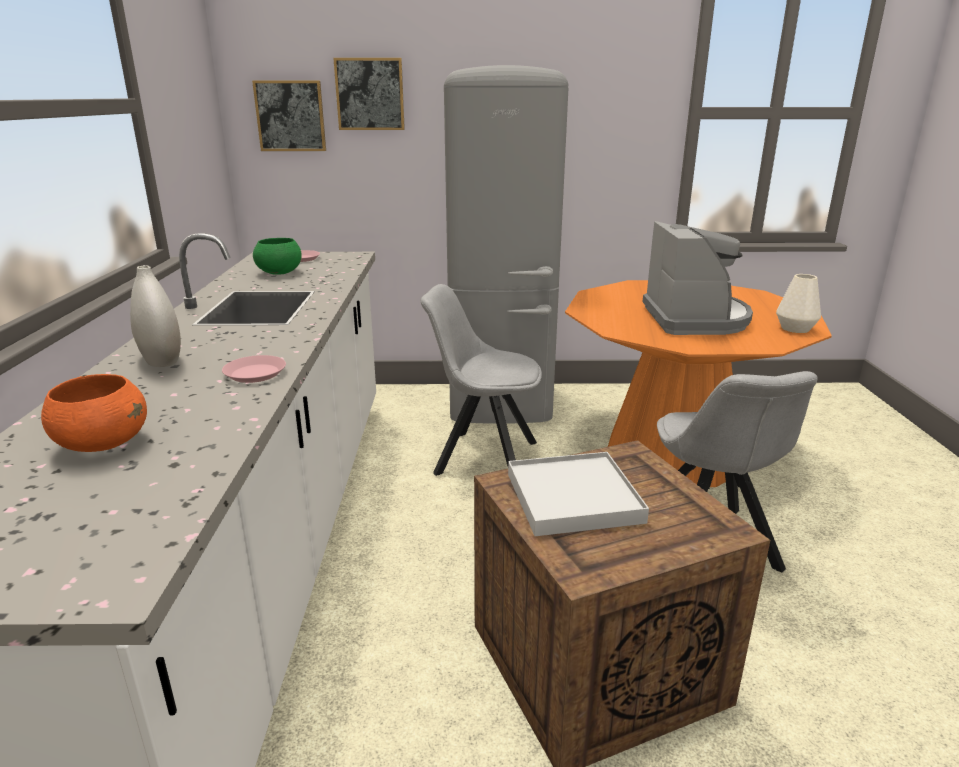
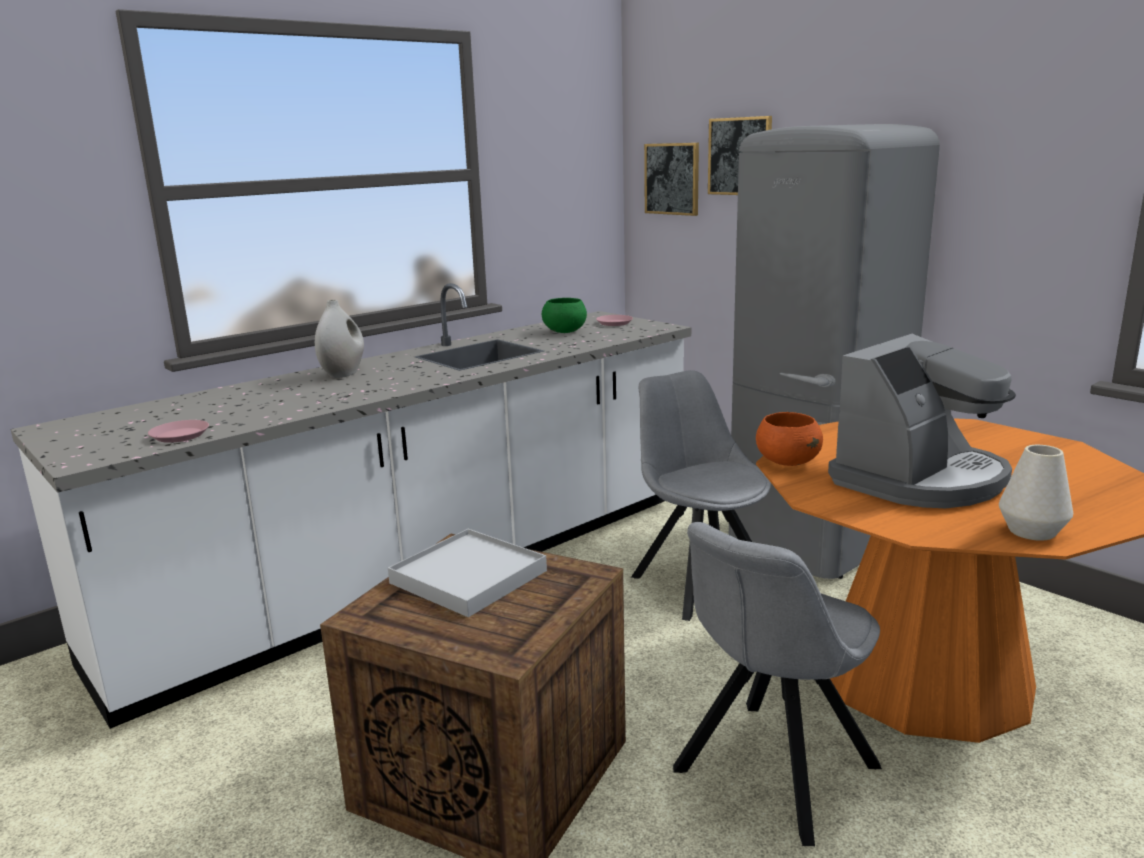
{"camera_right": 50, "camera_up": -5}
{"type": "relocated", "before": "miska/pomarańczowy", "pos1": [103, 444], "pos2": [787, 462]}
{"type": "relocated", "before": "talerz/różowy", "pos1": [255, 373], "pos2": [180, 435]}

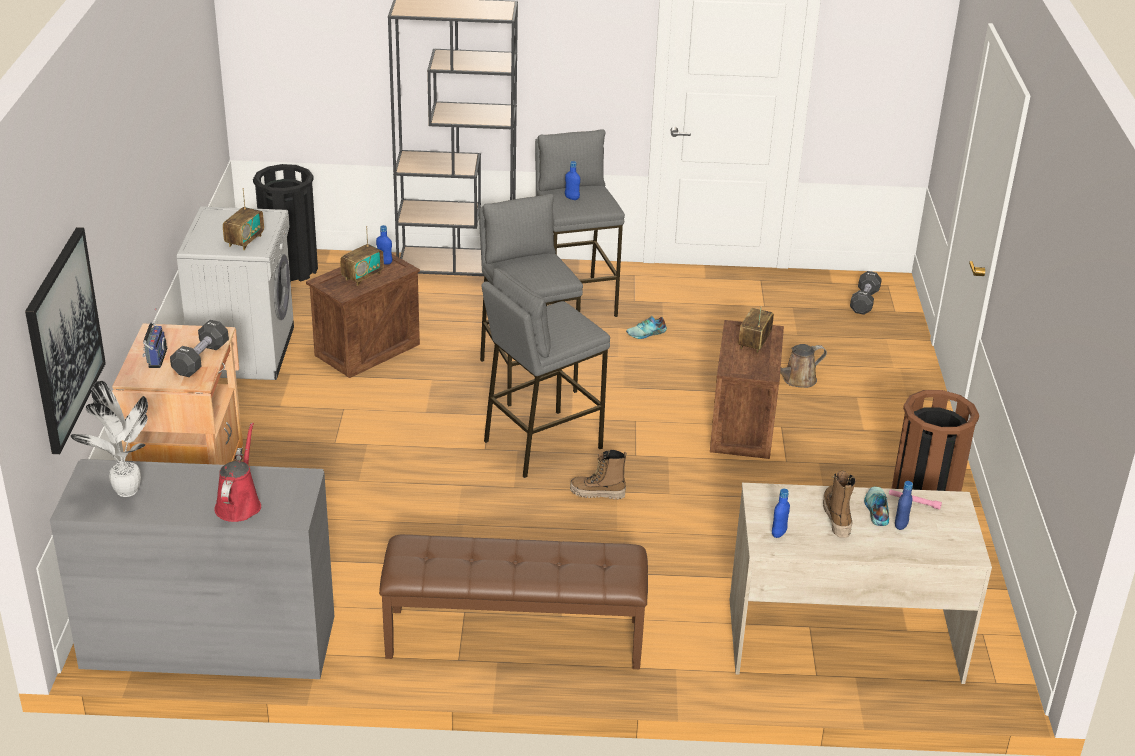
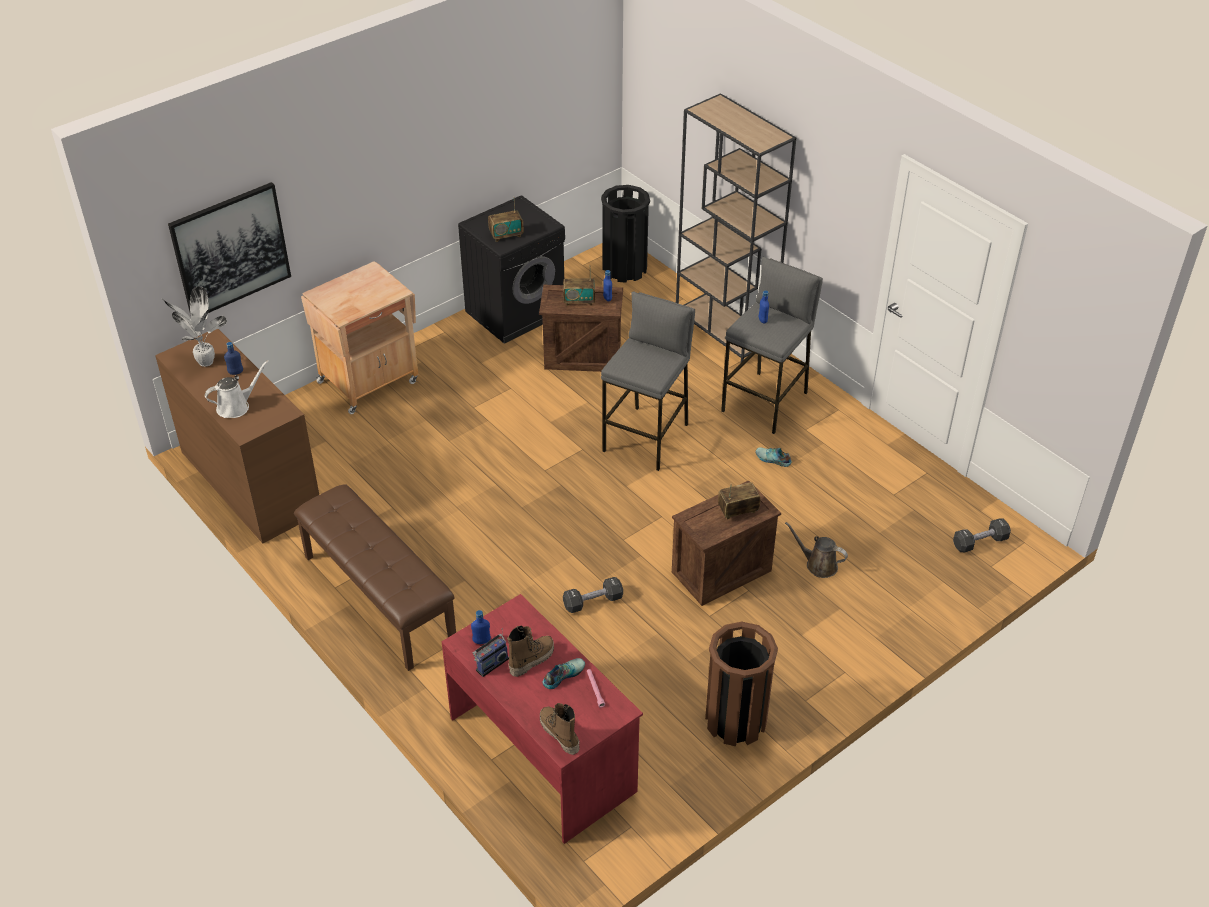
{"camera_right": 50, "camera_up": 10}
{"type": "colour", "before": "szafka/szary", "after": "szafka/brązowy", "pos1": [209, 639], "pos2": [251, 480]}
{"type": "relocated", "before": "radio", "pos1": [155, 358], "pos2": [491, 663]}
{"type": "relocated", "before": "hantel/czarny", "pos1": [201, 359], "pos2": [593, 602]}
{"type": "colour", "before": "pralka/biały", "after": "pralka/czarny", "pos1": [247, 351], "pos2": [516, 313]}
{"type": "colour", "before": "konewka/czerwony", "after": "konewka/biały", "pos1": [239, 504], "pos2": [236, 406]}
{"type": "missing", "before": "stołek/szary", "pos1": [541, 444]}
{"type": "relocated", "before": "but z cholewką", "pos1": [597, 493], "pos2": [559, 734]}
{"type": "colour", "before": "biurko/beżowy", "after": "biurko/czerwony", "pos1": [843, 639], "pos2": [543, 753]}
{"type": "relocated", "before": "butelka/niebieski", "pos1": [901, 525], "pos2": [236, 372]}

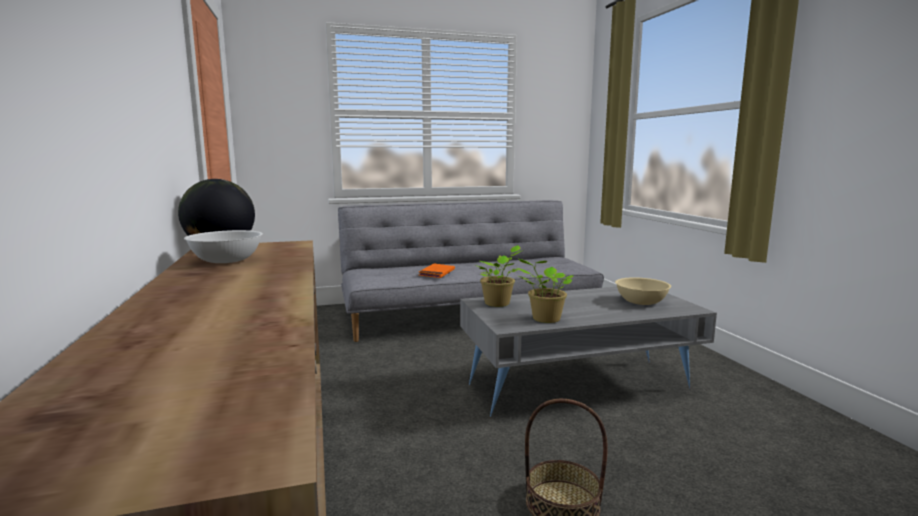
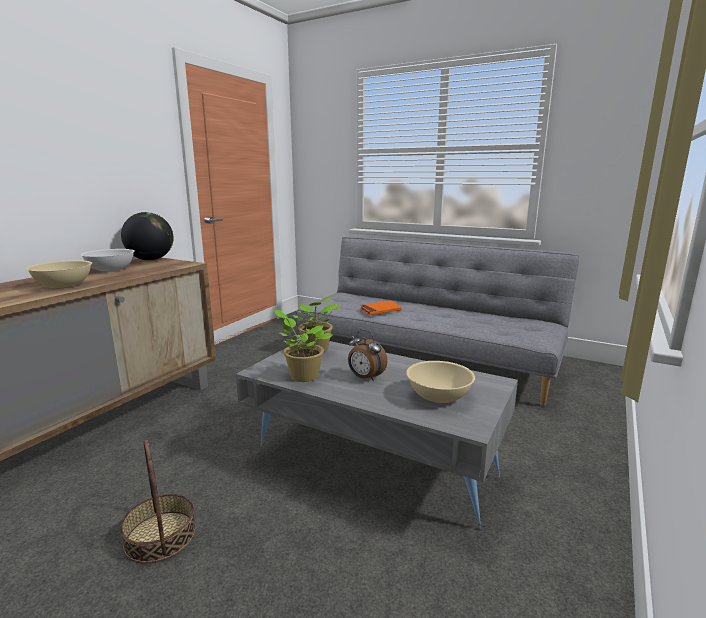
{"camera_right": 45, "camera_up": 5}
{"type": "appeared", "after": "miska/beżowy", "pos2": [63, 285]}
{"type": "appeared", "after": "budzik", "pos2": [365, 378]}

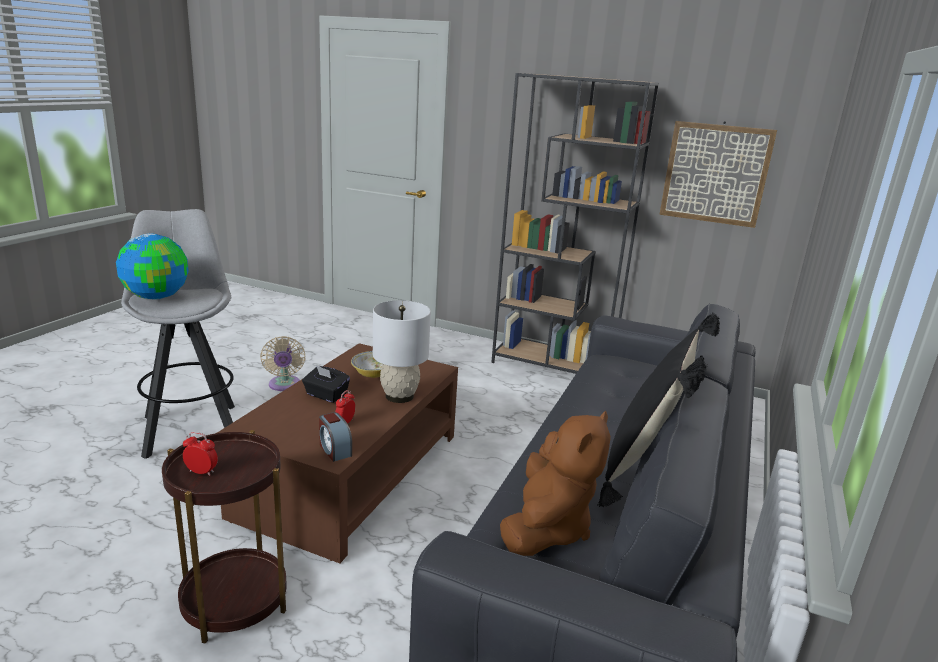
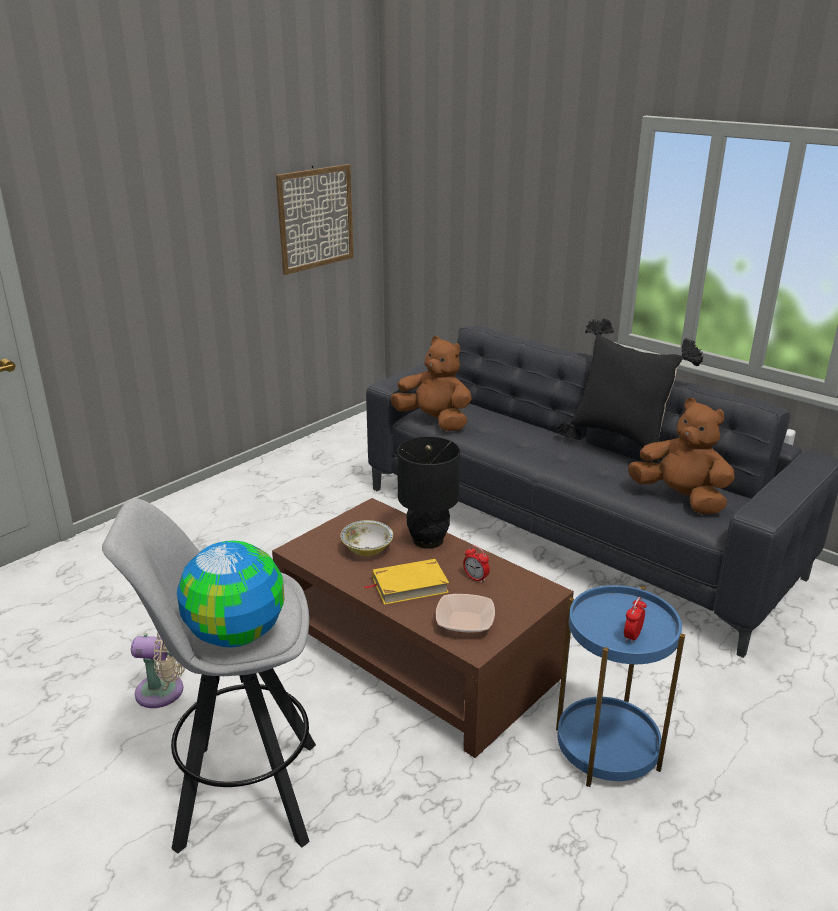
{"camera_right": -70, "camera_up": 5}
{"type": "colour", "before": "stolik/brązowy", "after": "stolik/niebieski", "pos1": [234, 601], "pos2": [607, 749]}
{"type": "exchanged", "before": "pudełko chusteczek/czarny", "after": "książka/żółty", "pos1": [326, 395], "pos2": [409, 585]}
{"type": "missing", "before": "budzik", "pos1": [334, 450]}
{"type": "colour", "before": "lampa stołowa/biały", "after": "lampa stołowa/czarny", "pos1": [399, 396], "pos2": [428, 540]}
{"type": "missing", "before": "regał", "pos1": [553, 365]}
{"type": "appeared", "after": "pluszak/brązowy", "pos2": [434, 421]}
{"type": "appeared", "after": "miska", "pos2": [465, 622]}

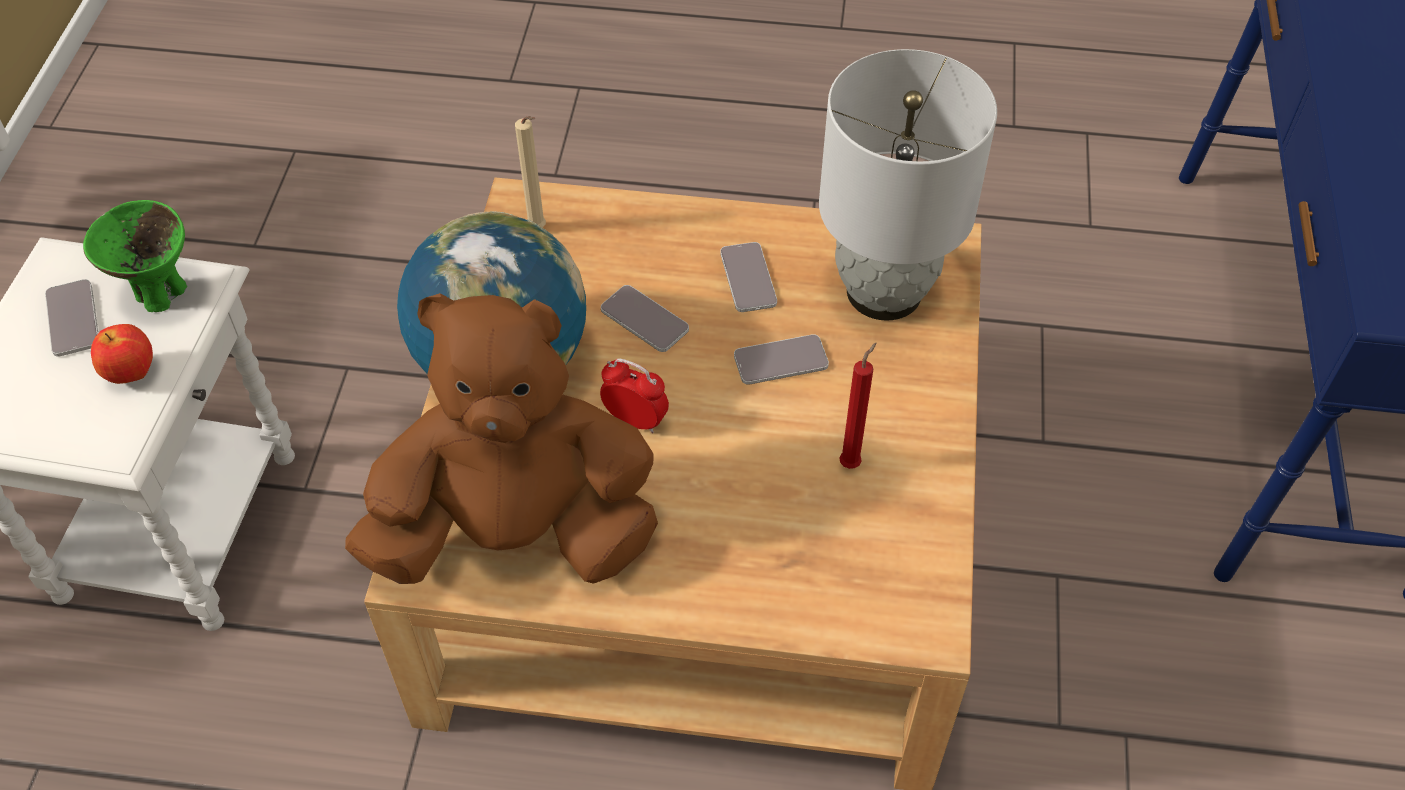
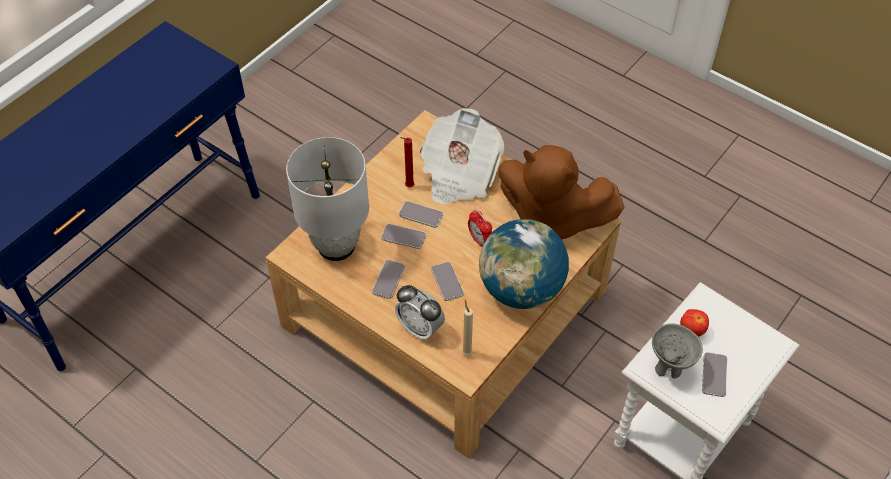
{"camera_right": -150, "camera_up": 0}
{"type": "colour", "before": "miska/zielony", "after": "miska/szary", "pos1": [161, 295], "pos2": [668, 369]}
{"type": "appeared", "after": "budzik", "pos2": [420, 328]}
{"type": "appeared", "after": "telefon", "pos2": [421, 215]}
{"type": "appeared", "after": "gazeta", "pos2": [459, 174]}

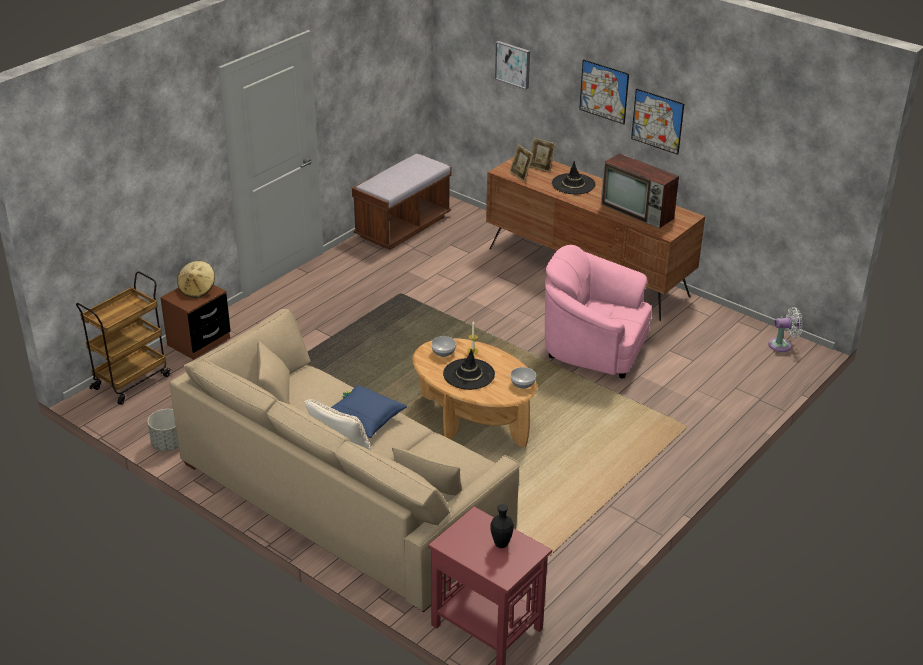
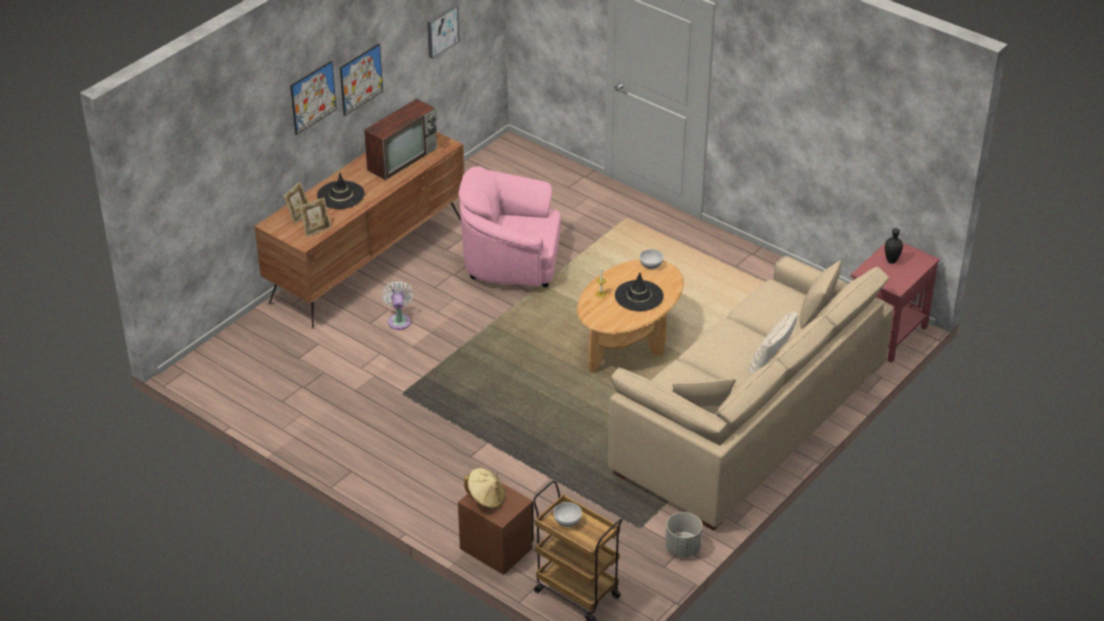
{"camera_right": -90, "camera_up": 5}
{"type": "missing", "before": "poduszka/niebieski", "pos1": [364, 420]}
{"type": "missing", "before": "ławka/brązowy", "pos1": [403, 227]}
{"type": "relocated", "before": "miska", "pos1": [443, 353], "pos2": [568, 521]}
{"type": "relocated", "before": "obraz", "pos1": [513, 64], "pos2": [441, 30]}
{"type": "spun", "before": "fotel/różowy", "pos1": [593, 350], "pos2": [511, 264], "turn": 75}
{"type": "relocated", "before": "wentylator/biały", "pos1": [782, 345], "pos2": [399, 320]}

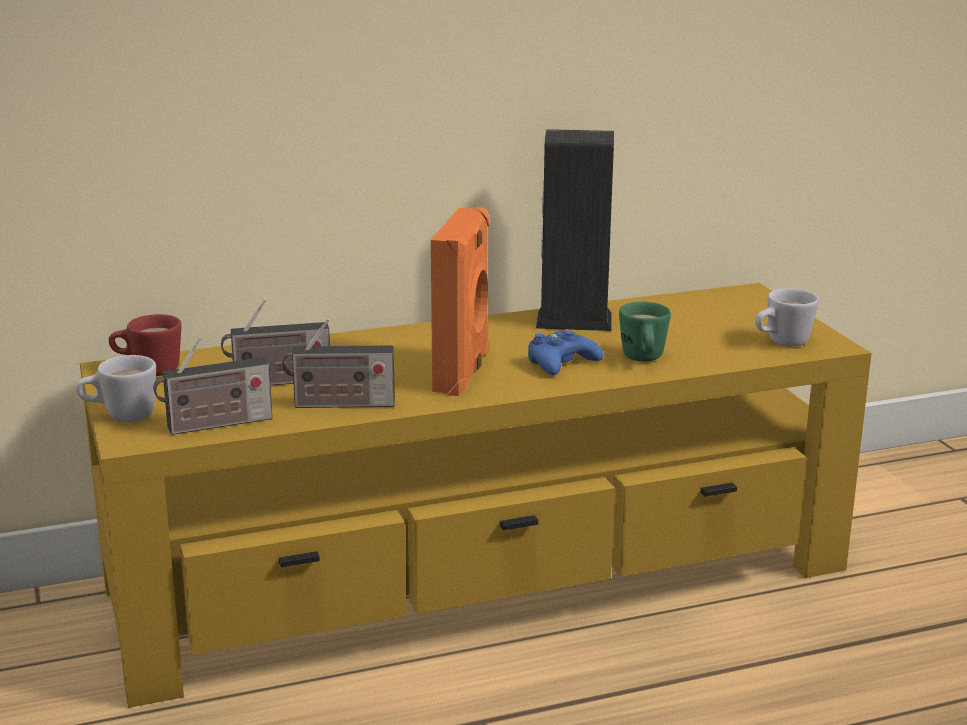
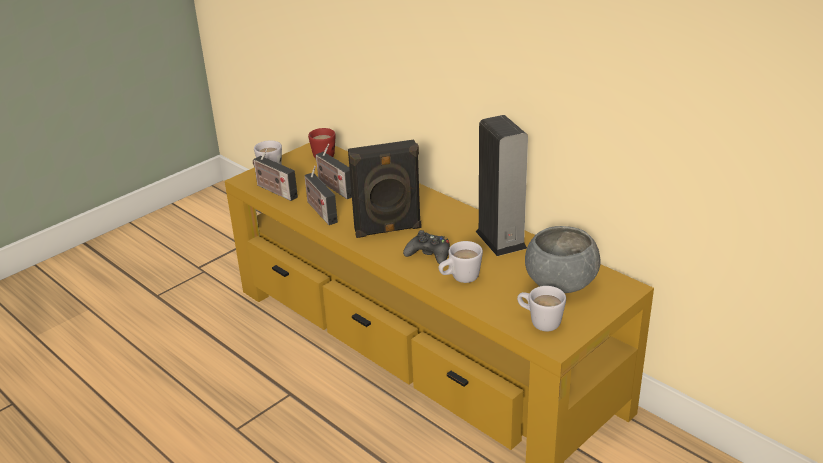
{"camera_right": 65, "camera_up": 10}
{"type": "colour", "before": "głośnik/pomarańczowy", "after": "głośnik/czarny", "pos1": [463, 373], "pos2": [388, 230]}
{"type": "colour", "before": "pad do gier/niebieski", "after": "pad do gier/czarny", "pos1": [561, 363], "pos2": [429, 254]}
{"type": "colour", "before": "kubek/zielony", "after": "kubek/biały", "pos1": [643, 360], "pos2": [460, 279]}
{"type": "appeared", "after": "miska/szary", "pos2": [560, 282]}

